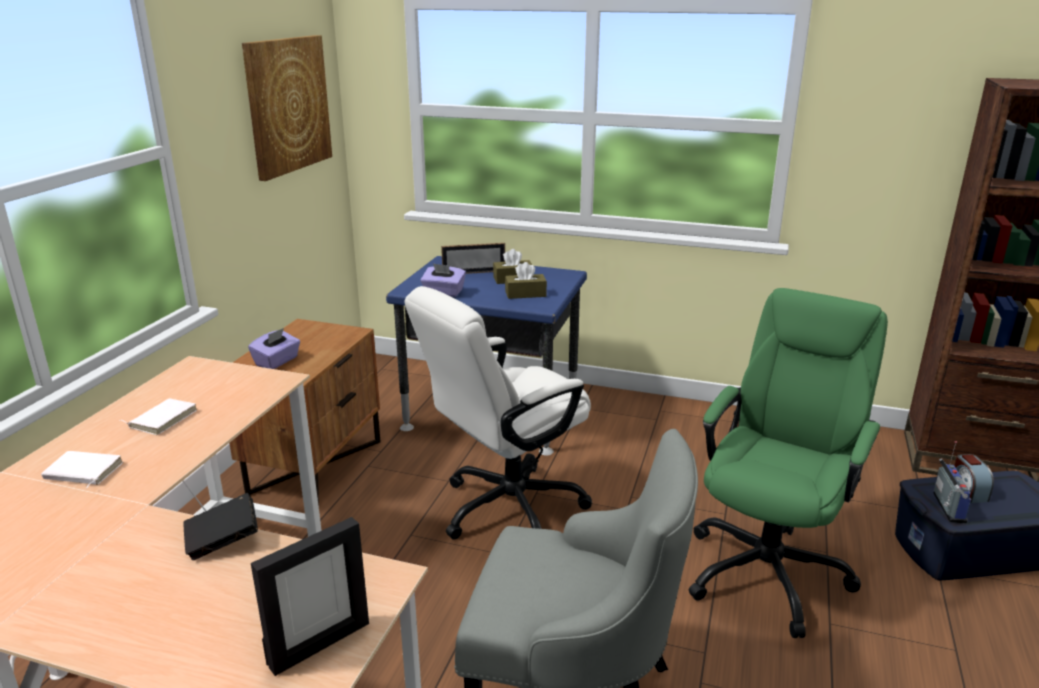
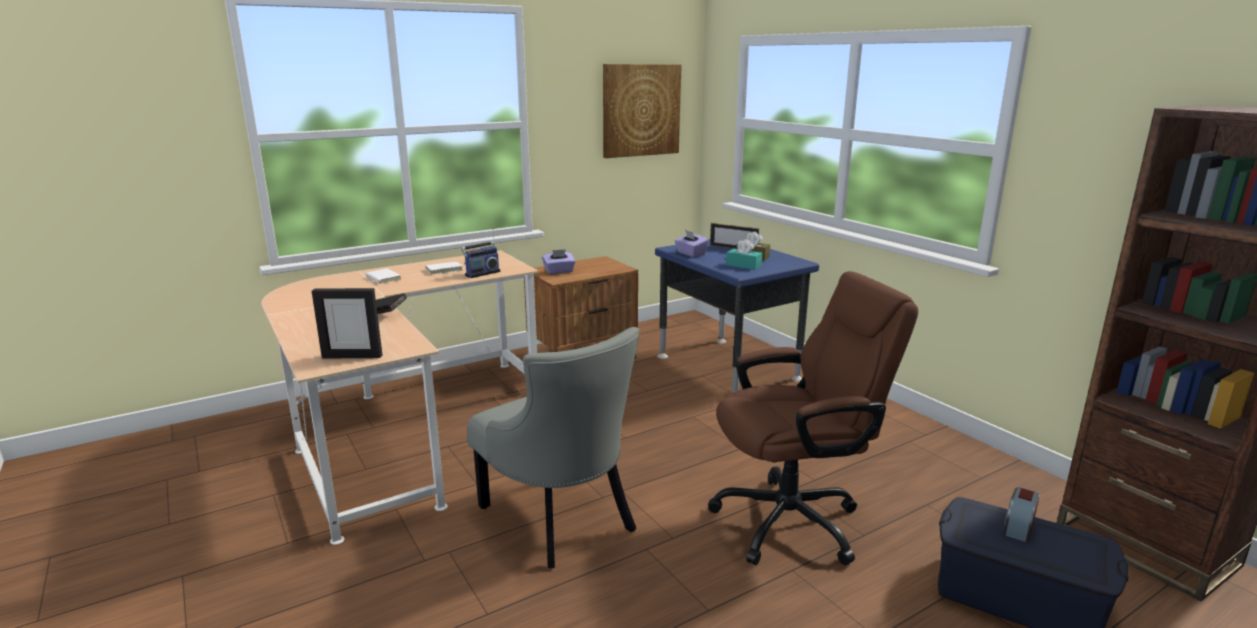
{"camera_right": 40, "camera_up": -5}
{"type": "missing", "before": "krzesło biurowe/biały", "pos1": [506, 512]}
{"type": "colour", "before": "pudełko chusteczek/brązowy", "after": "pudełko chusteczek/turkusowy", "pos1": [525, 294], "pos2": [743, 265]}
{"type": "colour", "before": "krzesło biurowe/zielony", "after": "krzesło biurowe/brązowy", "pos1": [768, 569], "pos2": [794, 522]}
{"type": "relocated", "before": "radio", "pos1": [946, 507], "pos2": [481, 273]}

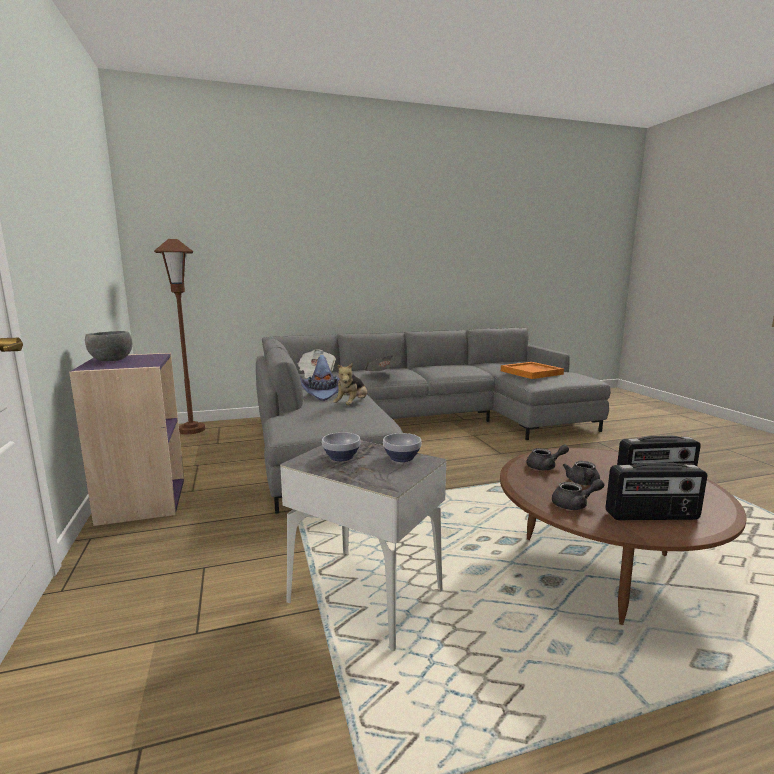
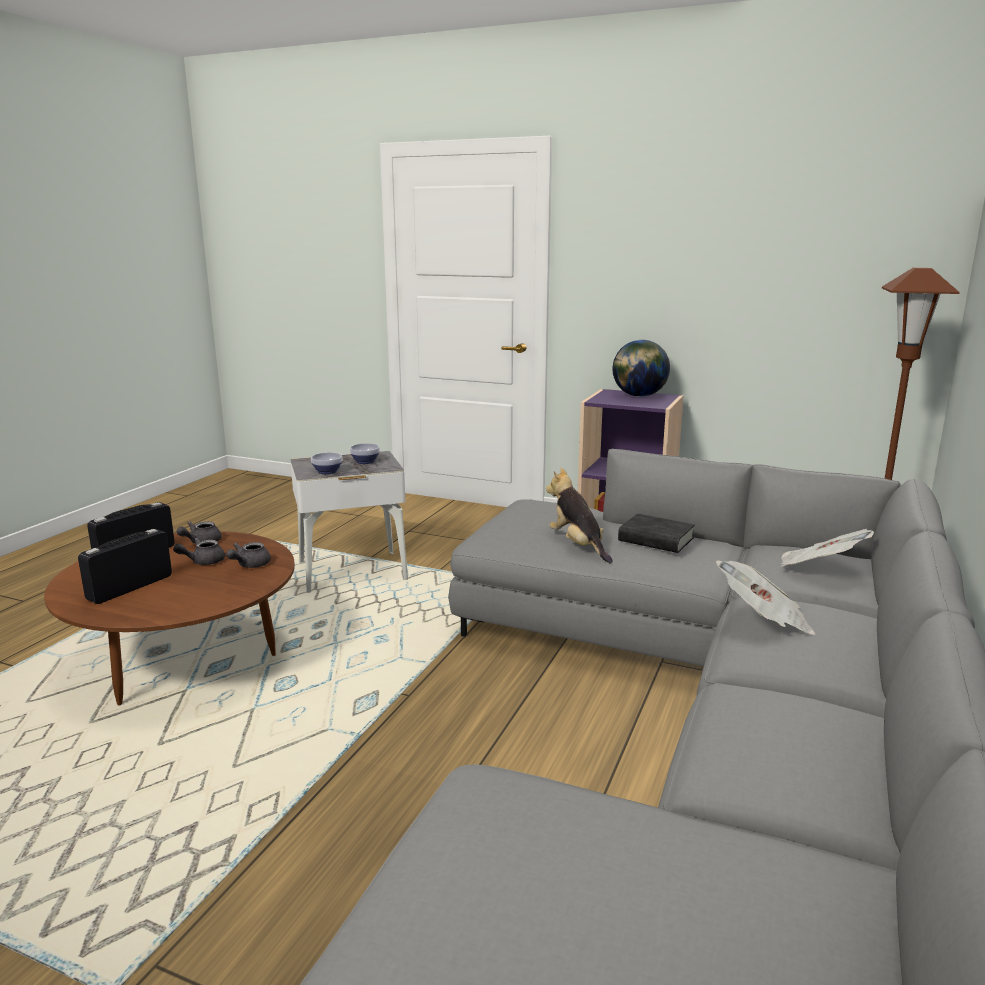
{"camera_right": 130, "camera_up": 5}
{"type": "exchanged", "before": "miska/szary", "after": "globus", "pos1": [112, 361], "pos2": [639, 396]}
{"type": "exchanged", "before": "kapelusz/fioletowy", "after": "książka/czarny", "pos1": [323, 393], "pos2": [655, 540]}
{"type": "missing", "before": "taca/pomarańczowy", "pos1": [532, 372]}
{"type": "spun", "before": "imbryk/szary", "pos1": [583, 483], "pos2": [203, 562], "turn": -90}

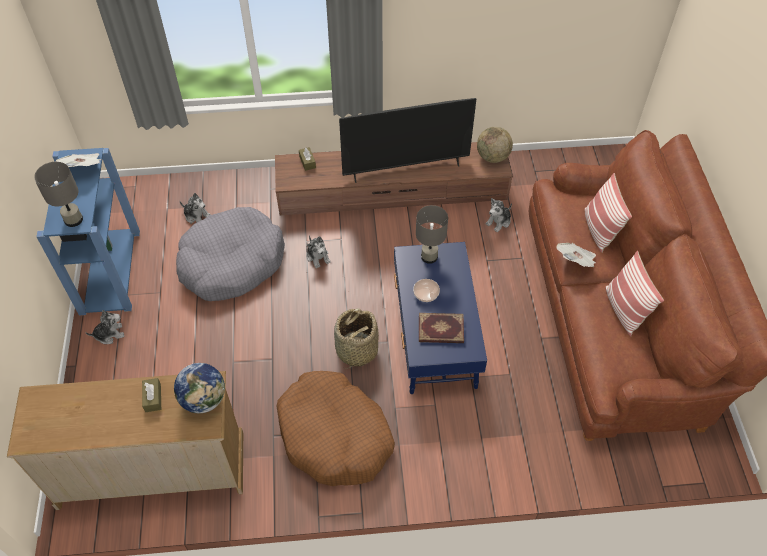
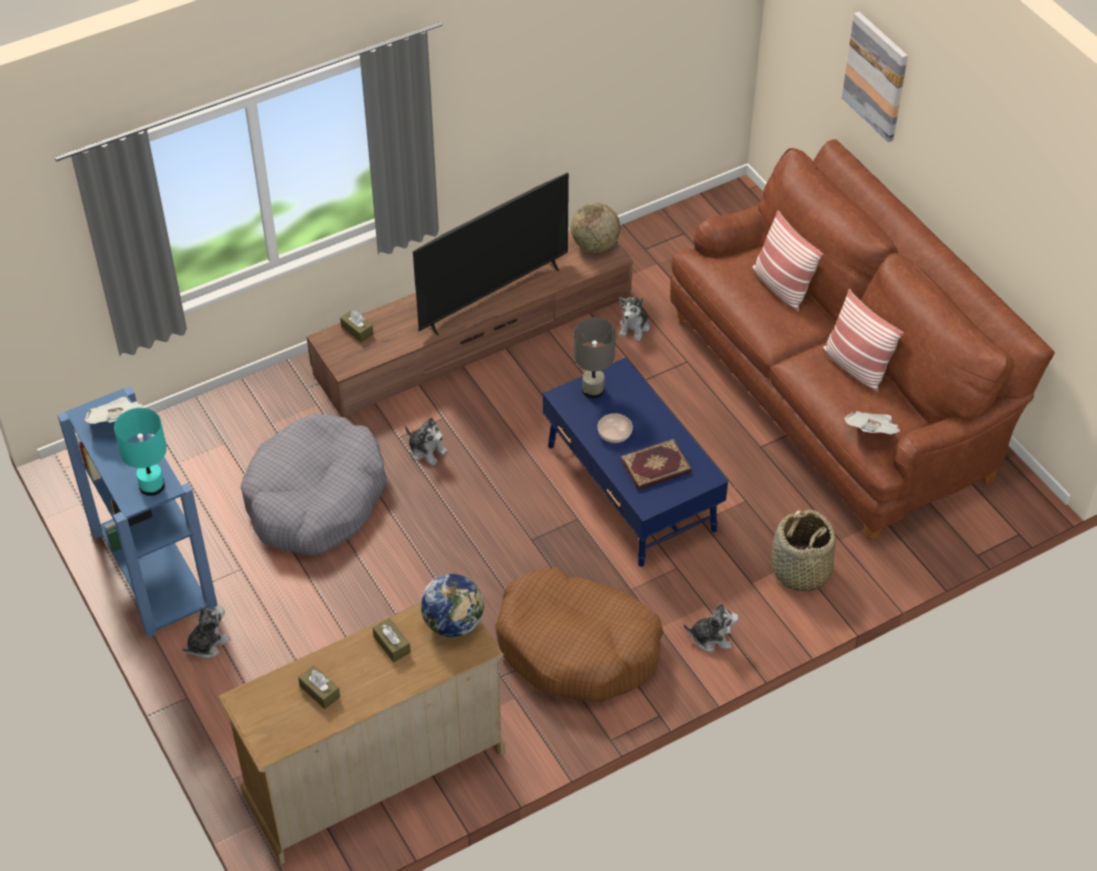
{"camera_right": -25, "camera_up": -5}
{"type": "colour", "before": "lampa stołowa/szary", "after": "lampa stołowa/turkusowy", "pos1": [73, 220], "pos2": [151, 486]}
{"type": "relocated", "before": "pluszak", "pos1": [196, 216], "pos2": [711, 637]}
{"type": "relocated", "before": "koszyk", "pos1": [356, 350], "pos2": [801, 571]}
{"type": "relocated", "before": "gazeta", "pos1": [576, 261], "pos2": [871, 432]}
{"type": "appeared", "after": "pudełko chusteczek/brązowy", "pos2": [320, 691]}
{"type": "appeared", "after": "obraz", "pos2": [876, 76]}

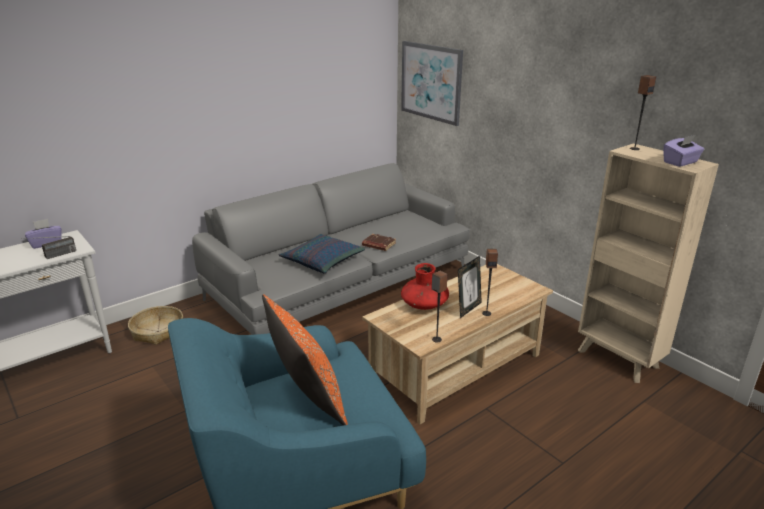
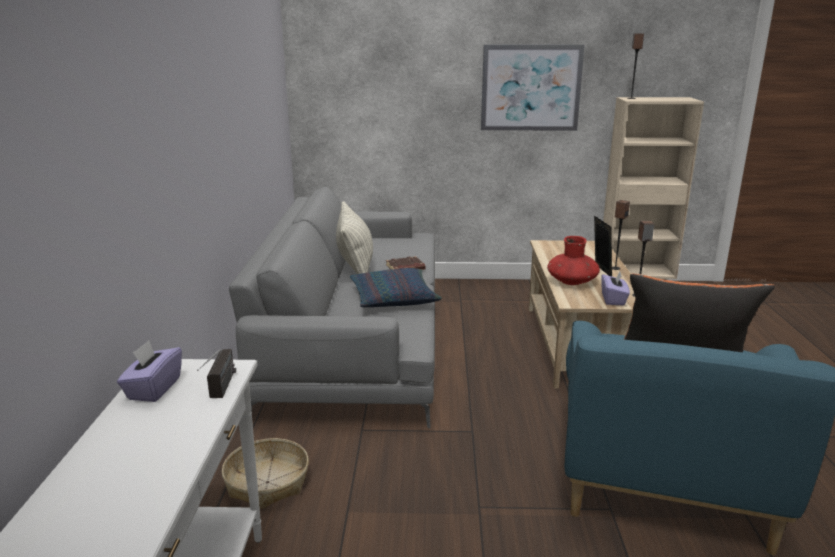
{"camera_right": -50, "camera_up": -5}
{"type": "relocated", "before": "obraz", "pos1": [431, 82], "pos2": [531, 88]}
{"type": "relocated", "before": "pudełko chusteczek/fioletowy", "pos1": [680, 162], "pos2": [613, 299]}
{"type": "appeared", "after": "poduszka", "pos2": [355, 265]}

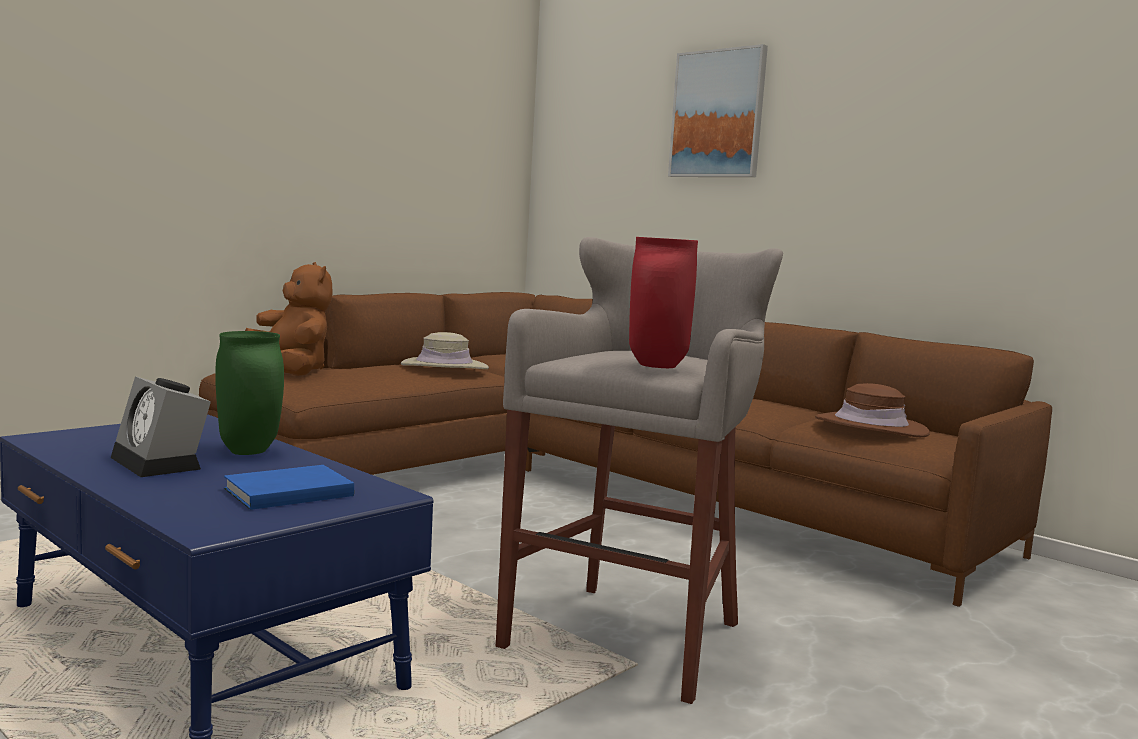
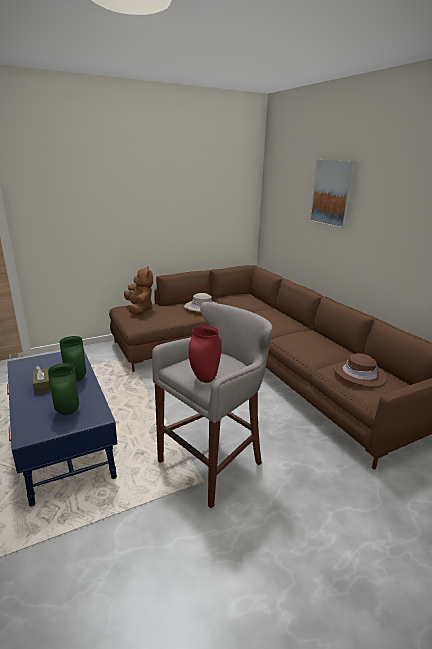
{"camera_right": 20, "camera_up": 15}
{"type": "exchanged", "before": "budzik", "after": "pudełko chusteczek/brązowy", "pos1": [161, 463], "pos2": [42, 385]}
{"type": "exchanged", "before": "książka/niebieski", "after": "wazon/zielony", "pos1": [285, 492], "pos2": [67, 412]}

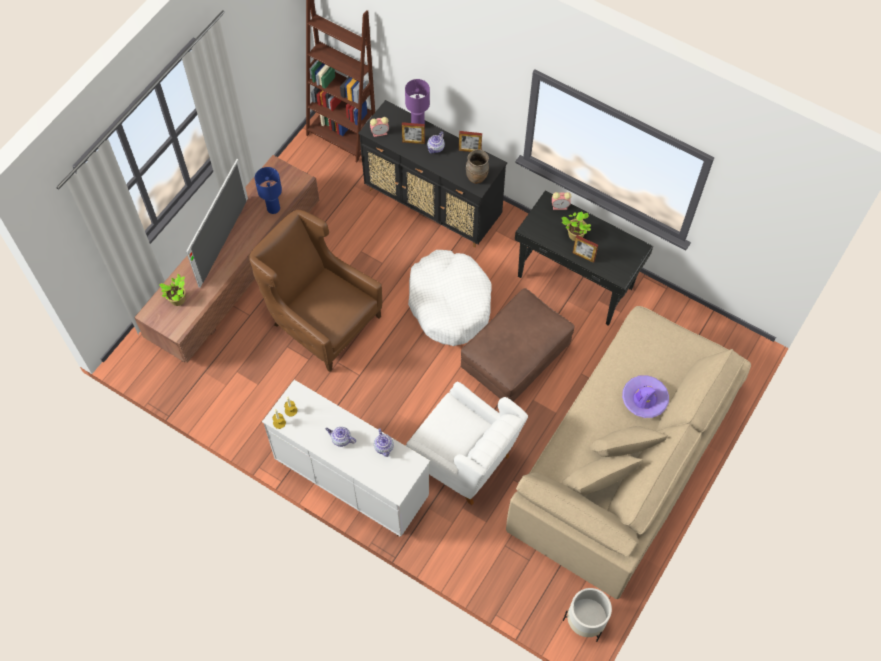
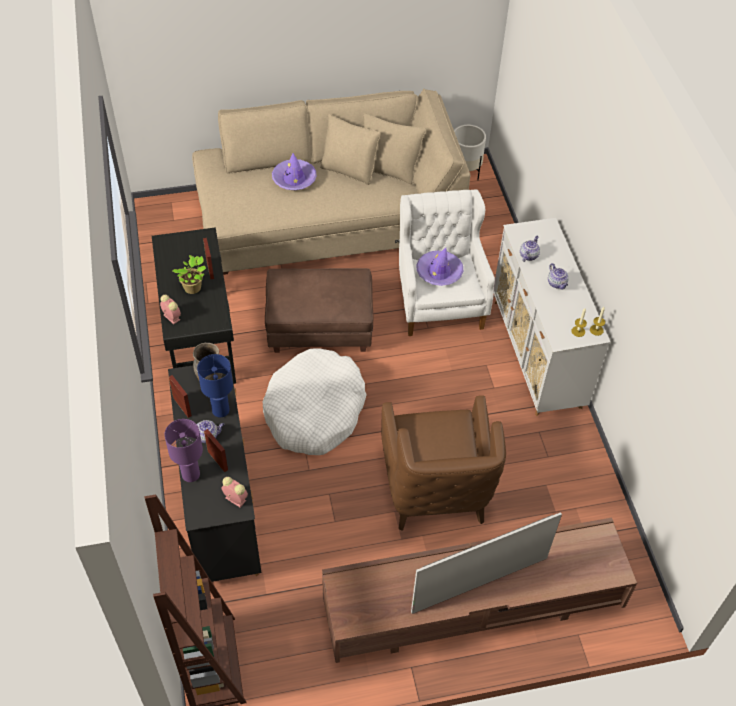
{"camera_right": -135, "camera_up": -10}
{"type": "missing", "before": "roślina doniczkowa", "pos1": [178, 300]}
{"type": "relocated", "before": "lampa stołowa/niebieski", "pos1": [274, 208], "pos2": [220, 410]}
{"type": "appeared", "after": "kapelusz/fioletowy", "pos2": [439, 272]}

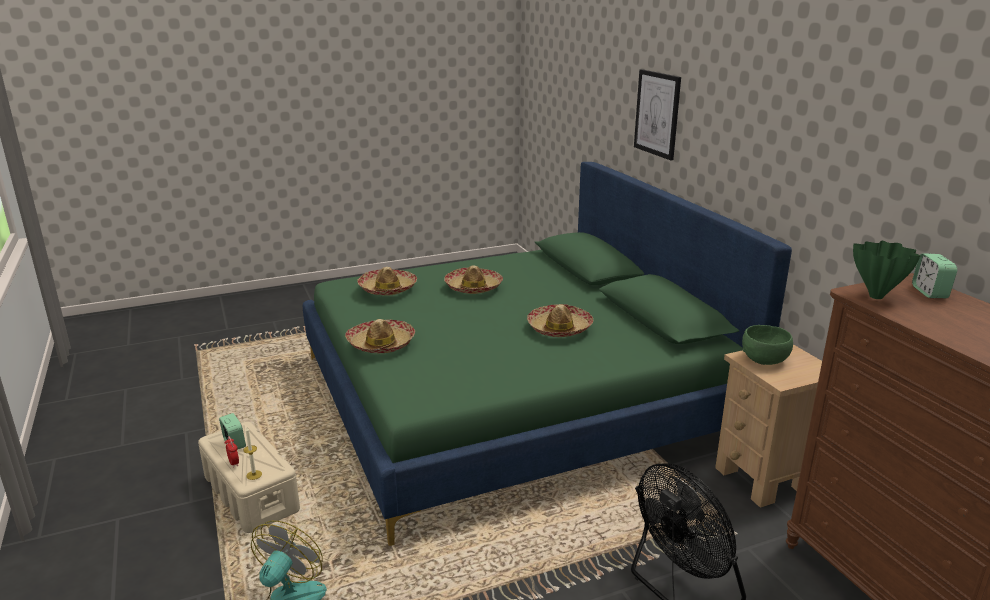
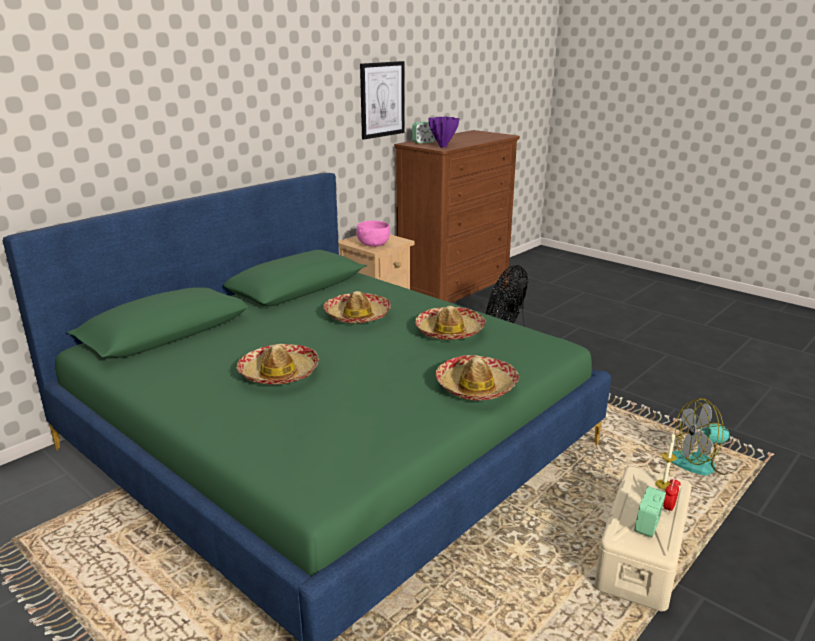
{"camera_right": -115, "camera_up": 0}
{"type": "relocated", "before": "kapelusz", "pos1": [388, 289], "pos2": [449, 331]}
{"type": "relocated", "before": "obraz", "pos1": [657, 114], "pos2": [382, 99]}
{"type": "colour", "before": "miska/zielony", "after": "miska/różowy", "pos1": [765, 360], "pos2": [373, 244]}
{"type": "colour", "before": "wazon/zielony", "after": "wazon/fioletowy", "pos1": [877, 297], "pos2": [443, 146]}

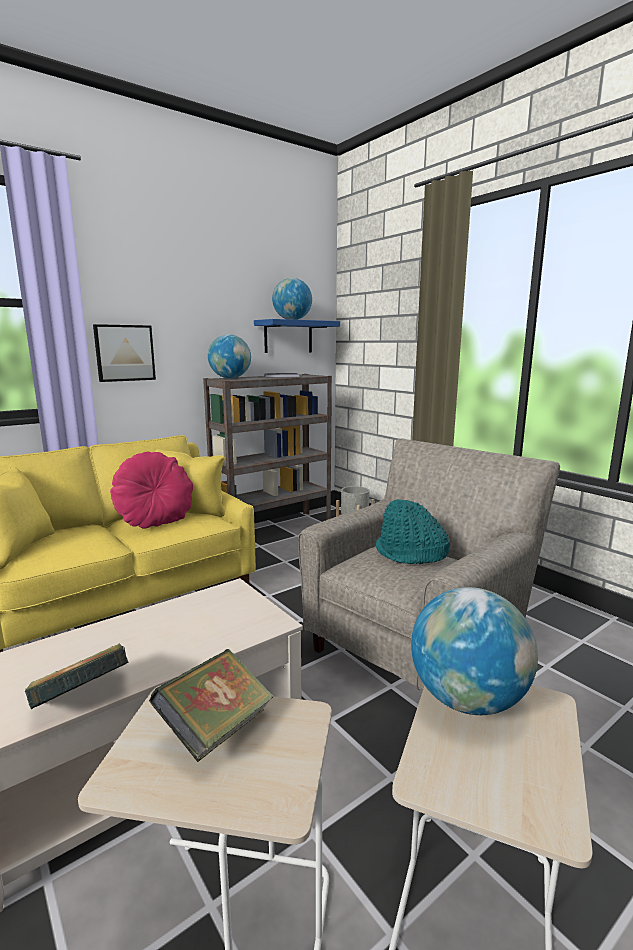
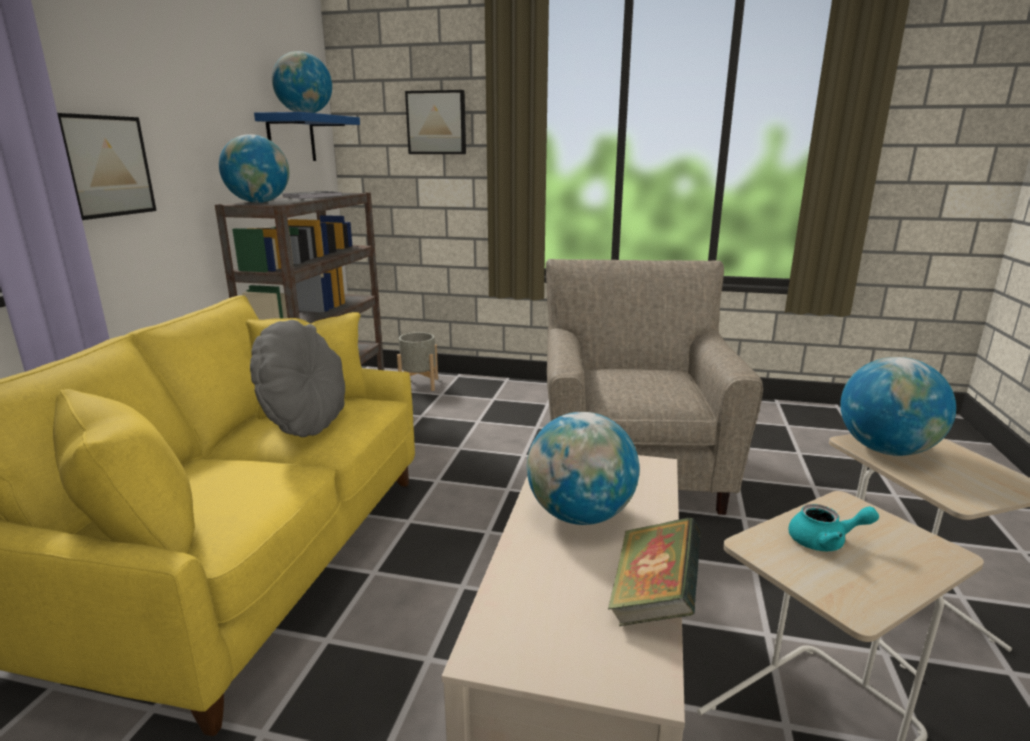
{"camera_right": -40, "camera_up": 5}
{"type": "colour", "before": "poduszka/różowy", "after": "poduszka/szary", "pos1": [156, 523], "pos2": [306, 426]}
{"type": "exchanged", "before": "książka", "after": "imbryk/turkusowy", "pos1": [216, 728], "pos2": [825, 541]}
{"type": "missing", "before": "kapelusz/turkusowy", "pos1": [410, 554]}
{"type": "appeared", "after": "obraz", "pos2": [437, 123]}
{"type": "appeared", "after": "globus", "pos2": [580, 515]}

